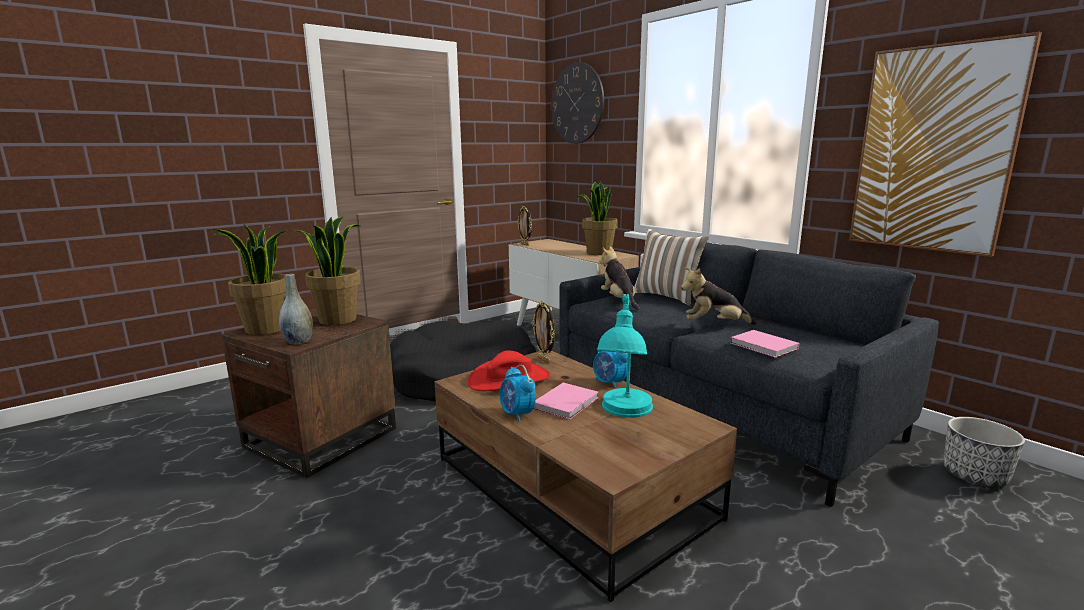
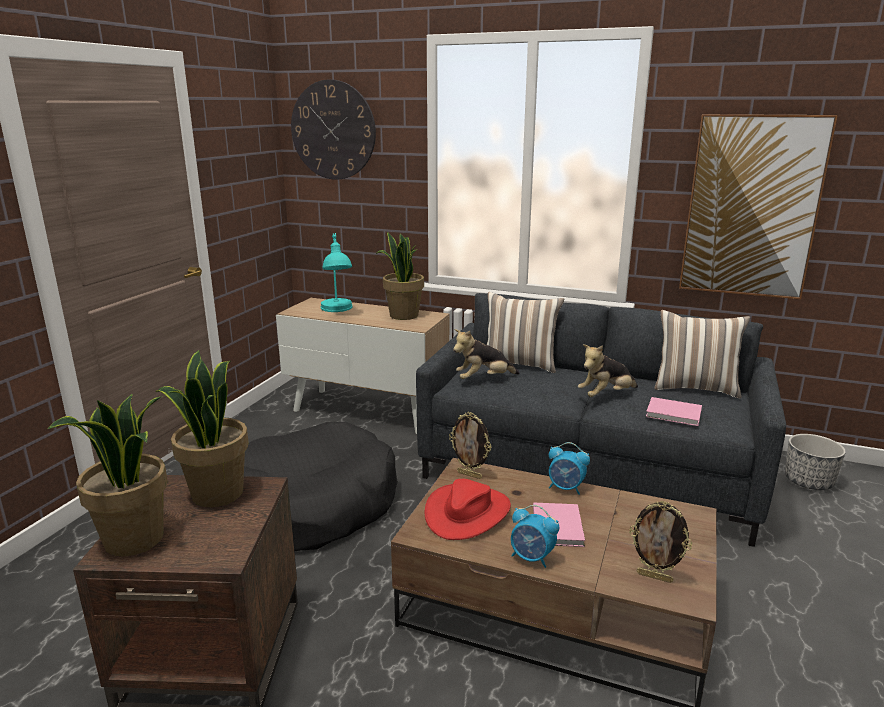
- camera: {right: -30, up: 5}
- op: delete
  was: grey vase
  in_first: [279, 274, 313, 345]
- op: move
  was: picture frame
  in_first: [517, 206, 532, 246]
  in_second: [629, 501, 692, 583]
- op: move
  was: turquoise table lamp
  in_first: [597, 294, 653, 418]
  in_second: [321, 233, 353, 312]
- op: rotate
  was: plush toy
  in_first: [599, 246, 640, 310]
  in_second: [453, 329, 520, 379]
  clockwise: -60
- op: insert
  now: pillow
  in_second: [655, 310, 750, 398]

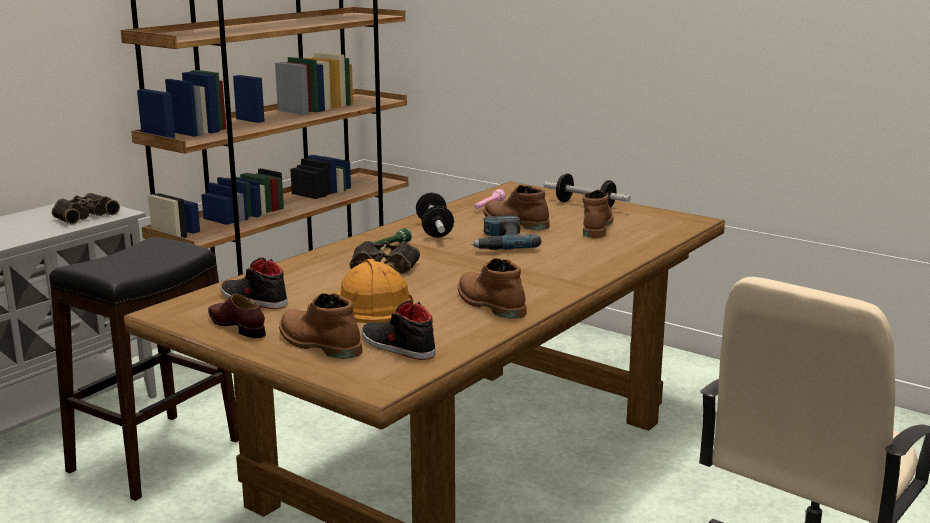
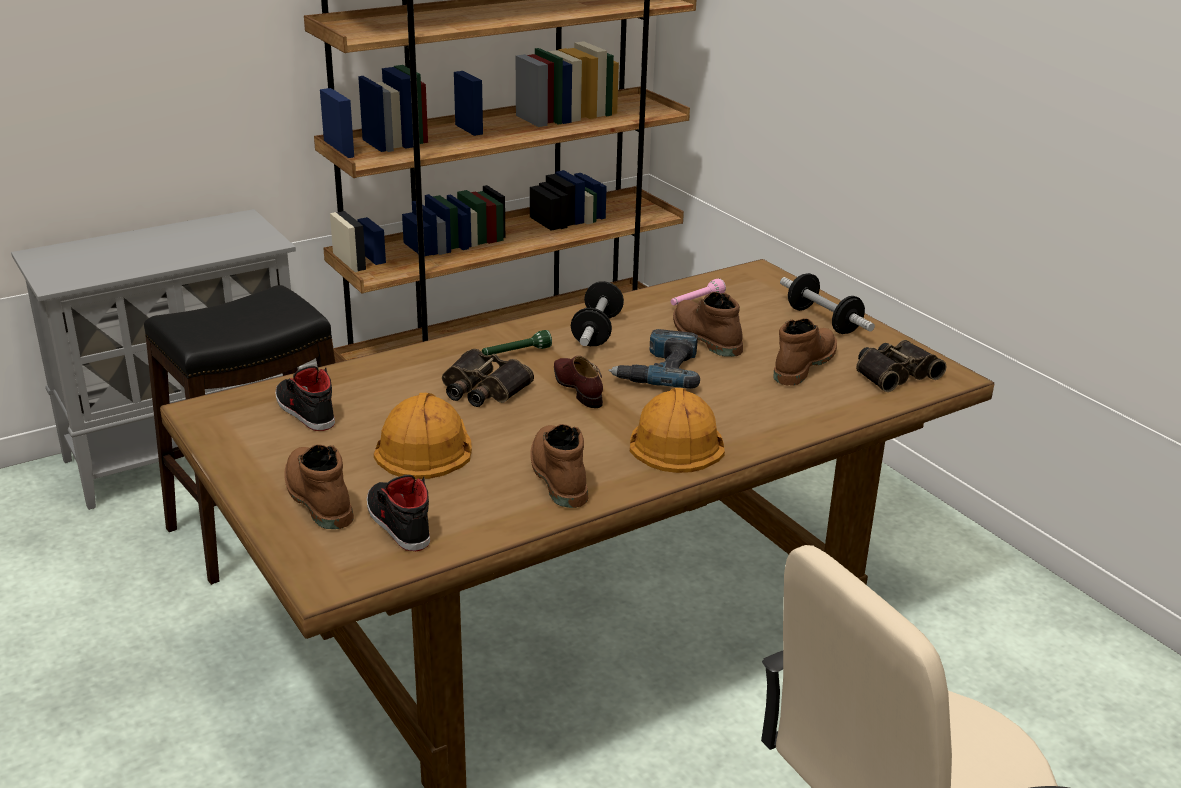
- camera: {right: 20, up: 10}
- op: move
  was: binoculars
  in_first: [52, 193, 120, 225]
  in_second: [856, 340, 947, 392]
- op: move
  was: brown shoe
  in_first: [208, 294, 266, 338]
  in_second: [554, 356, 603, 408]
- op: insert
  now: orange hard hat
  in_second: [630, 388, 725, 473]

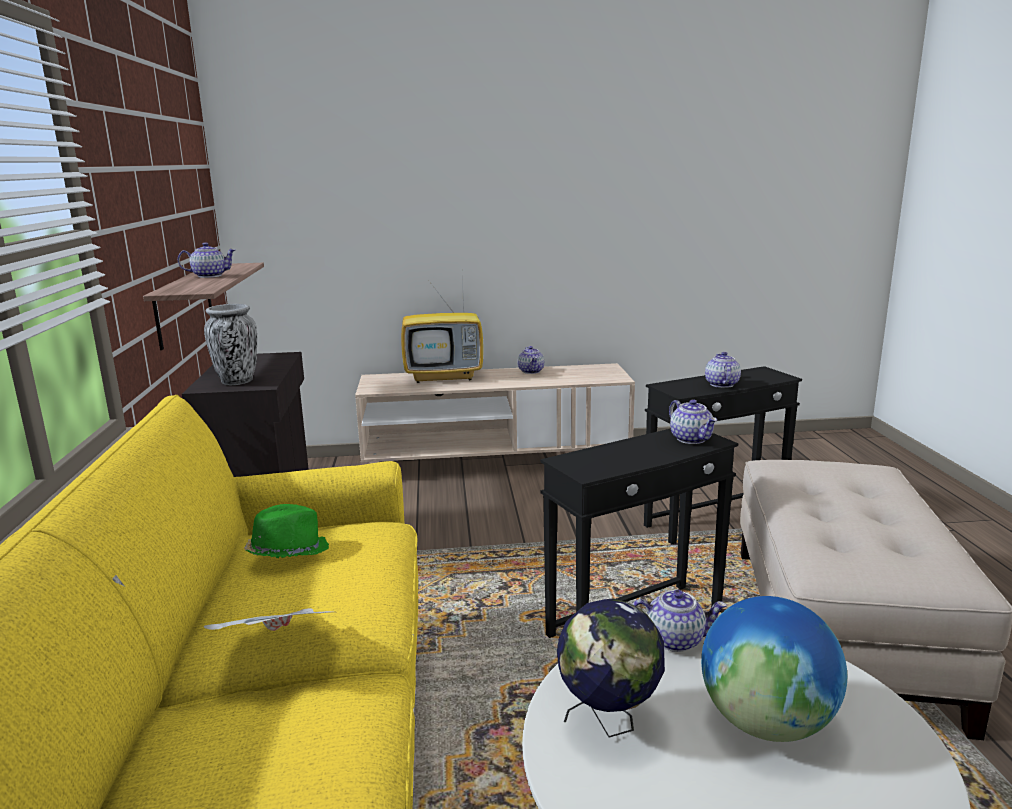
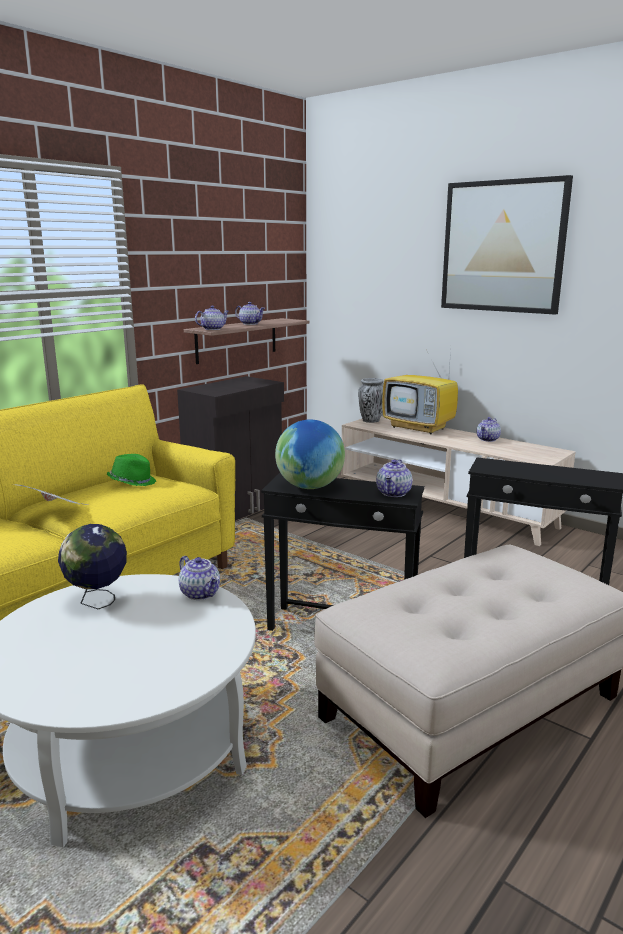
- camera: {right: 45, up: 0}
- op: move
  was: vase
  in_first: [204, 304, 257, 385]
  in_second: [358, 378, 384, 423]
- op: move
  was: globe
  in_first: [701, 596, 847, 742]
  in_second: [275, 420, 345, 489]
- op: move
  was: teapot
  in_first: [705, 352, 741, 388]
  in_second: [195, 306, 229, 330]
- op: insert
  now: picture
  in_second: [441, 175, 573, 314]

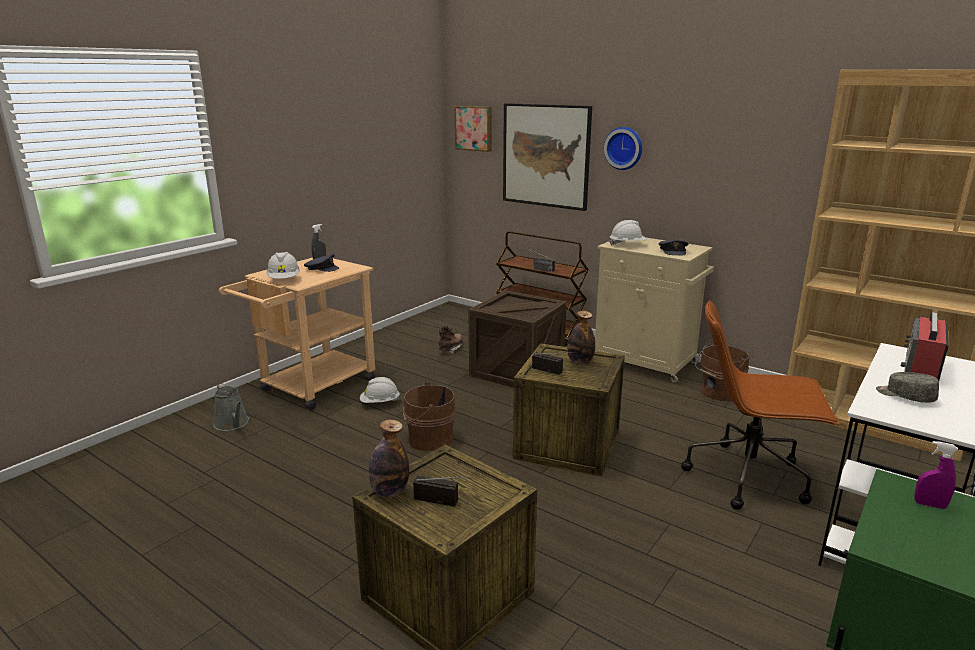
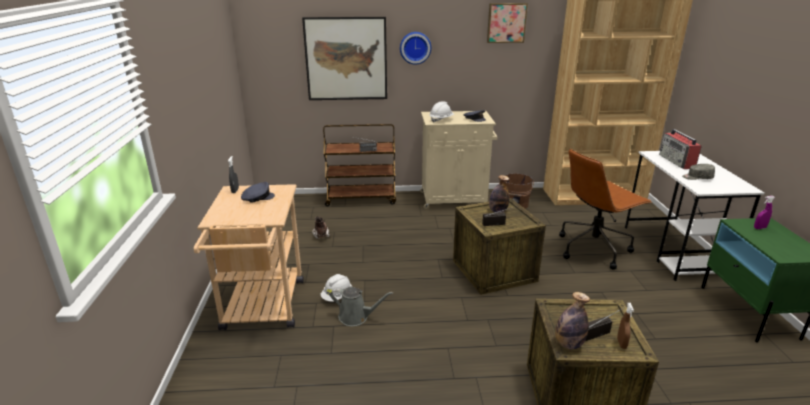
- camera: {right: -40, up: 5}
- op: move
  was: grey watering can
  in_first: [214, 383, 249, 431]
  in_second: [330, 287, 393, 326]
- op: delete
  was: white hard hat
  in_first: [267, 252, 300, 279]
- op: delete
  was: brown bucket
  in_first: [403, 382, 456, 451]
- op: move
  was: picture
  in_first: [454, 106, 492, 152]
  in_second: [487, 3, 528, 43]
- op: delete
  was: crate
  in_first: [468, 290, 567, 388]
- op: insert
  now: brown spray bottle
  in_second: [617, 303, 634, 349]

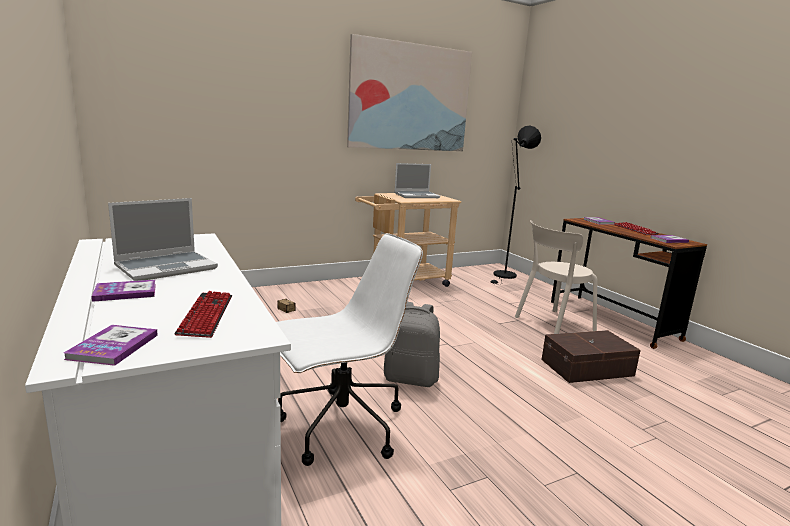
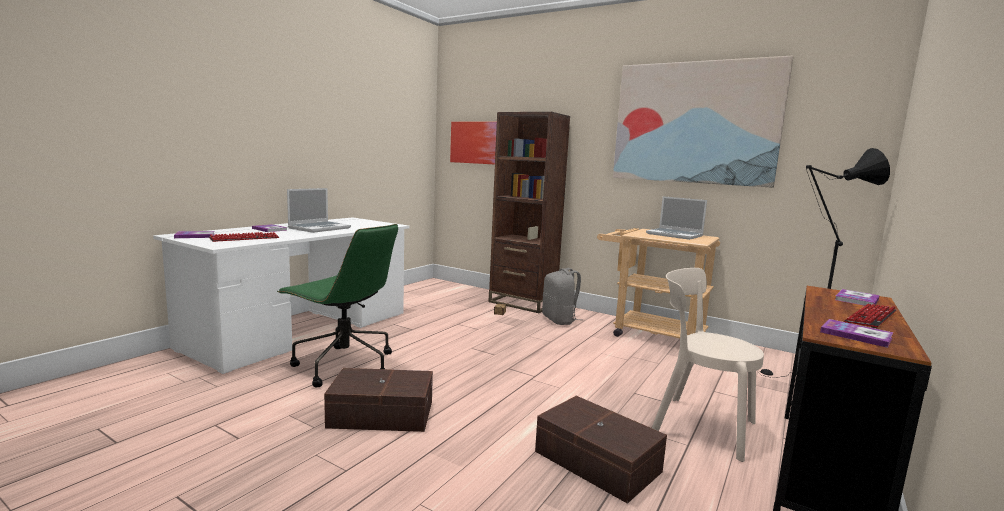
- camera: {right: 60, up: -5}
- op: rotate
  was: laptop
  in_first: [108, 198, 218, 281]
  in_second: [287, 188, 351, 233]
  clockwise: -75
- op: recolor
  was: white office chair
  now: green office chair
  in_first: [276, 233, 423, 466]
  in_second: [277, 224, 398, 387]
- op: move
  was: grey backpack
  in_first: [384, 302, 440, 387]
  in_second: [542, 268, 582, 325]
- op: insert
  now: brown storage box
  in_second: [324, 368, 433, 432]
- op: insert
  now: picture
  in_second: [450, 122, 497, 165]
- op: insert
  now: brown bookcase
  in_second: [488, 112, 570, 313]

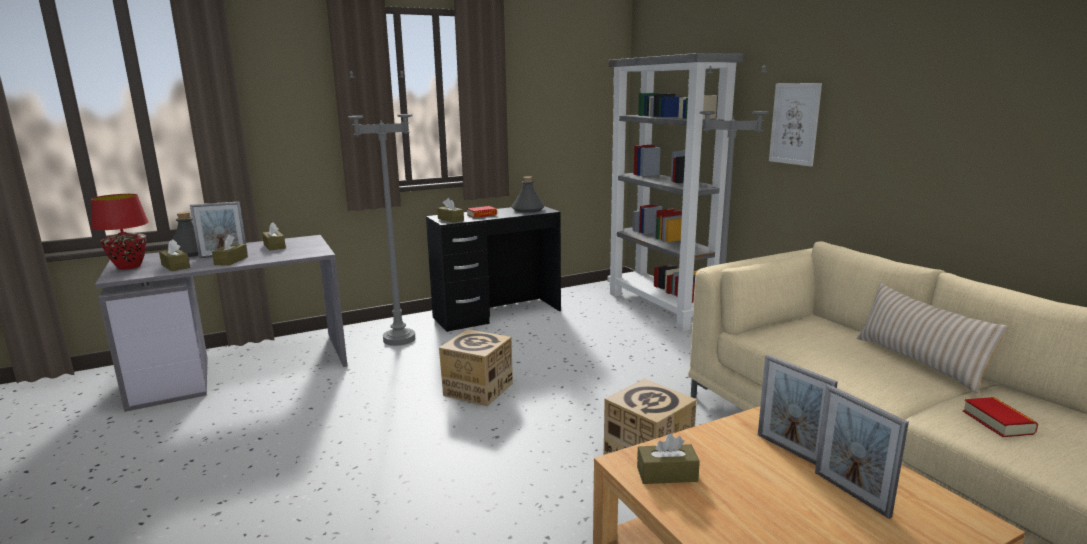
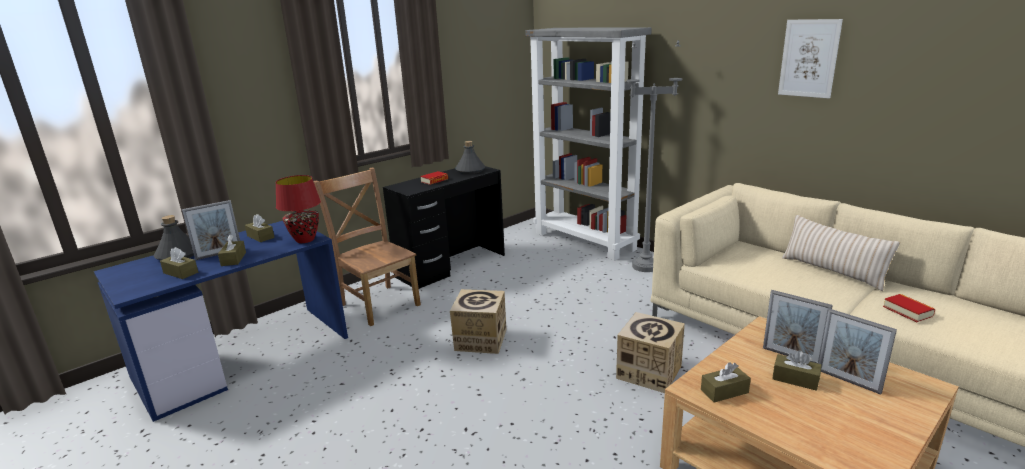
- camera: {right: -15, up: 5}
- op: move
  was: red table lamp
  in_first: [91, 194, 149, 270]
  in_second: [275, 175, 321, 243]
- op: recolor
  was: grey desk
  now: blue desk
  in_first: [95, 235, 348, 412]
  in_second: [94, 221, 348, 422]
- op: replace
  was: grey floor lamp
  now: brown chair
  in_first: [348, 70, 415, 346]
  in_second: [313, 167, 421, 326]
- op: move
  was: brown tissue box
  in_first: [437, 198, 464, 223]
  in_second: [772, 350, 821, 391]
- op: move
  was: picture
  in_first: [769, 83, 822, 167]
  in_second: [778, 19, 843, 98]

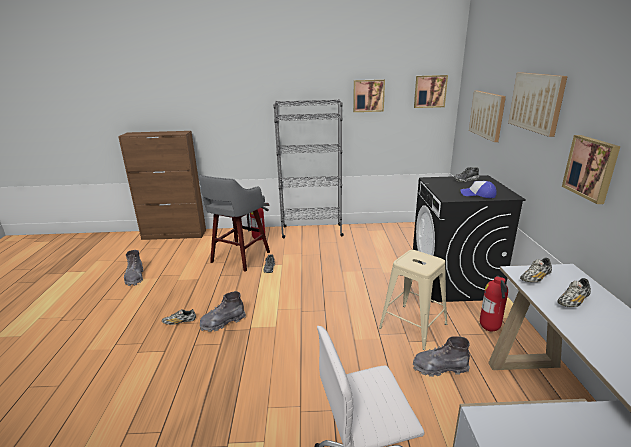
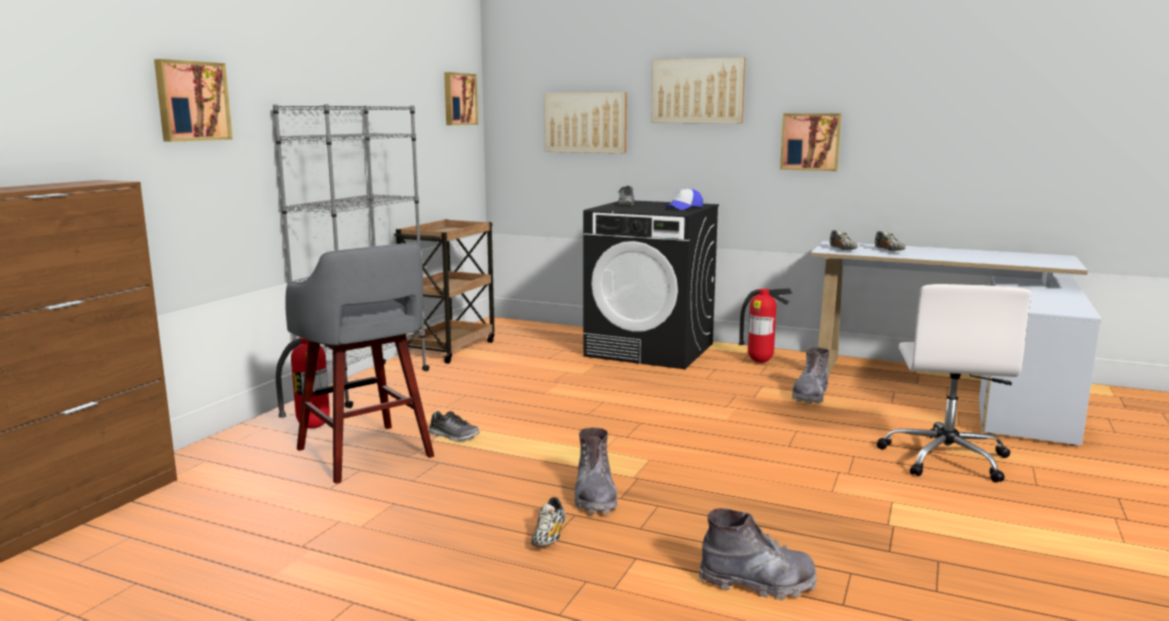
- camera: {right: -65, up: -10}
- op: move
  was: grey boot
  in_first: [124, 250, 143, 286]
  in_second: [699, 508, 817, 600]
- op: move
  was: picture
  in_first: [353, 79, 385, 112]
  in_second: [154, 59, 233, 142]
- op: delete
  was: beige stool
  in_first: [379, 250, 448, 350]
- op: insert
  now: brown cart
  in_second: [394, 219, 495, 364]

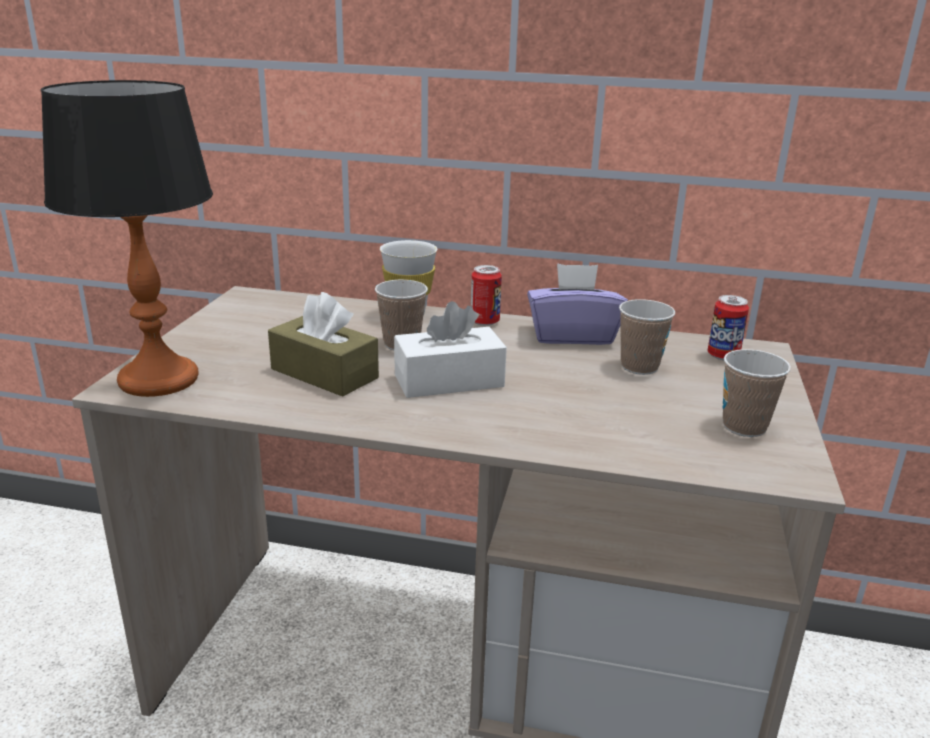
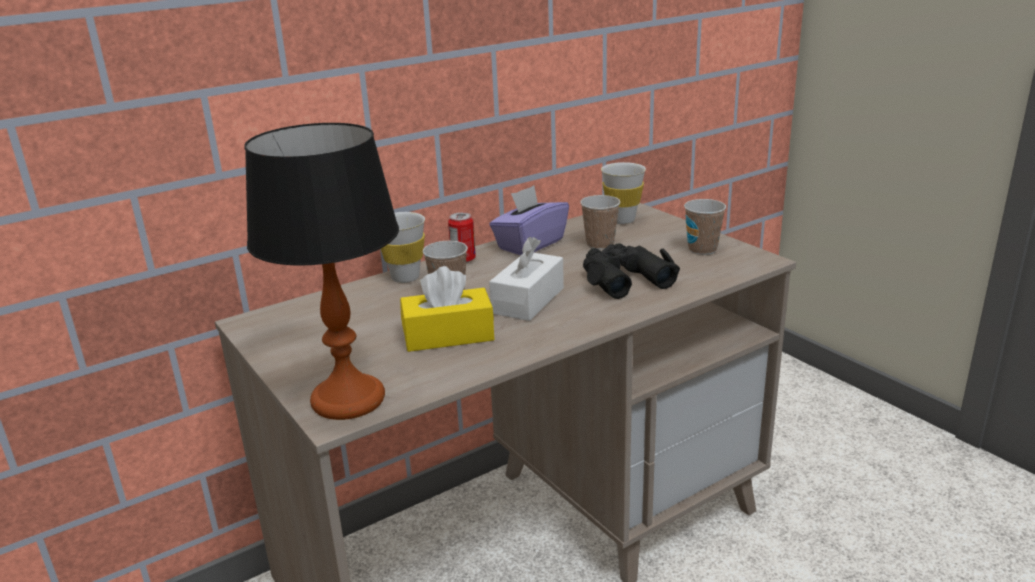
- camera: {right: -45, up: 0}
- op: recolor
  was: brown tissue box
  now: yellow tissue box
  in_first: [268, 292, 379, 397]
  in_second: [400, 266, 494, 352]
- op: replace
  was: can
  now: white cup
  in_first: [707, 295, 749, 360]
  in_second: [601, 162, 646, 224]
- op: insert
  now: black binoculars
  in_second: [583, 243, 680, 299]

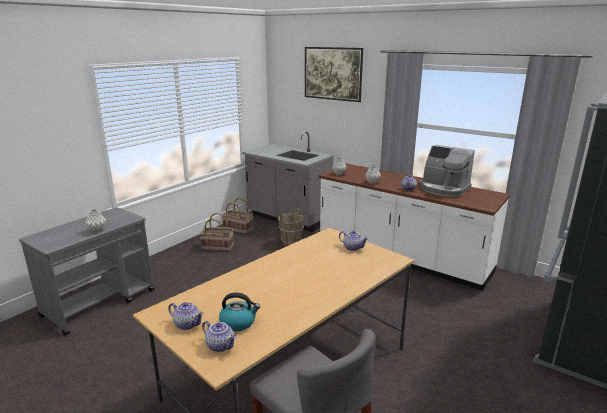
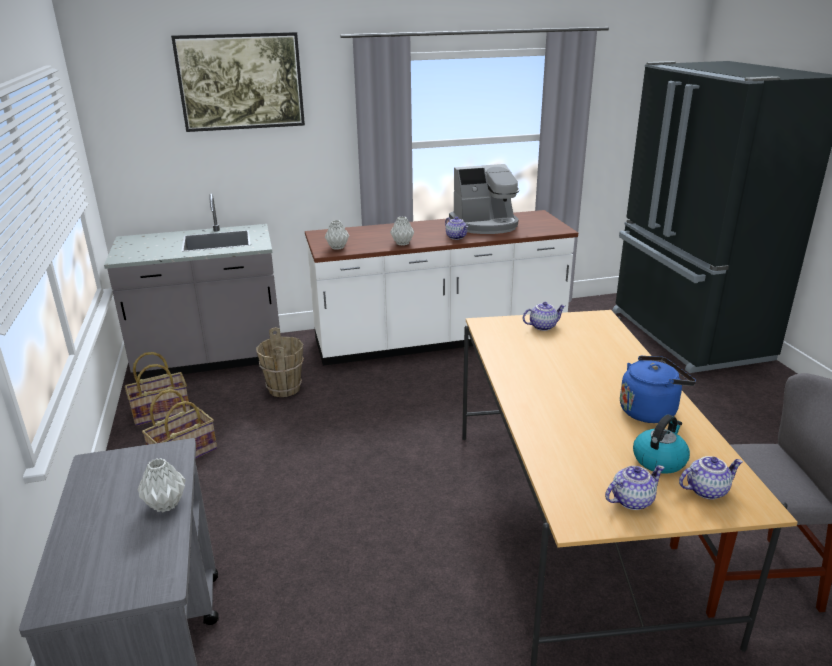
- camera: {right: -50, up: 5}
- op: insert
  now: blue kettle
  in_second: [620, 356, 696, 423]

